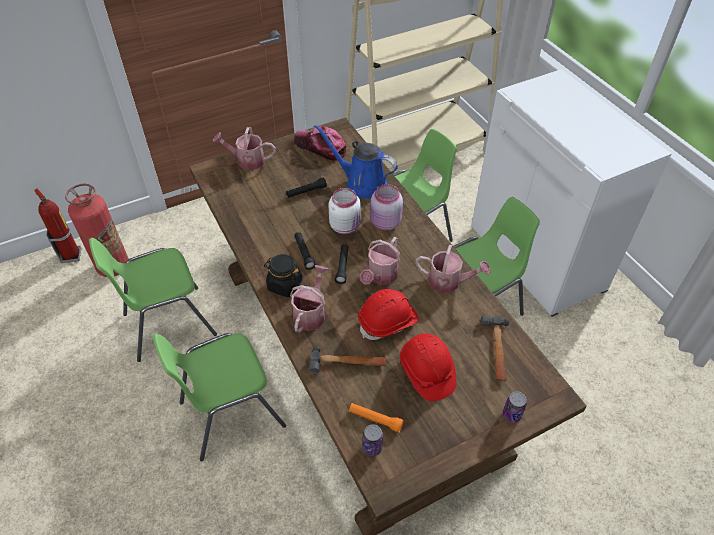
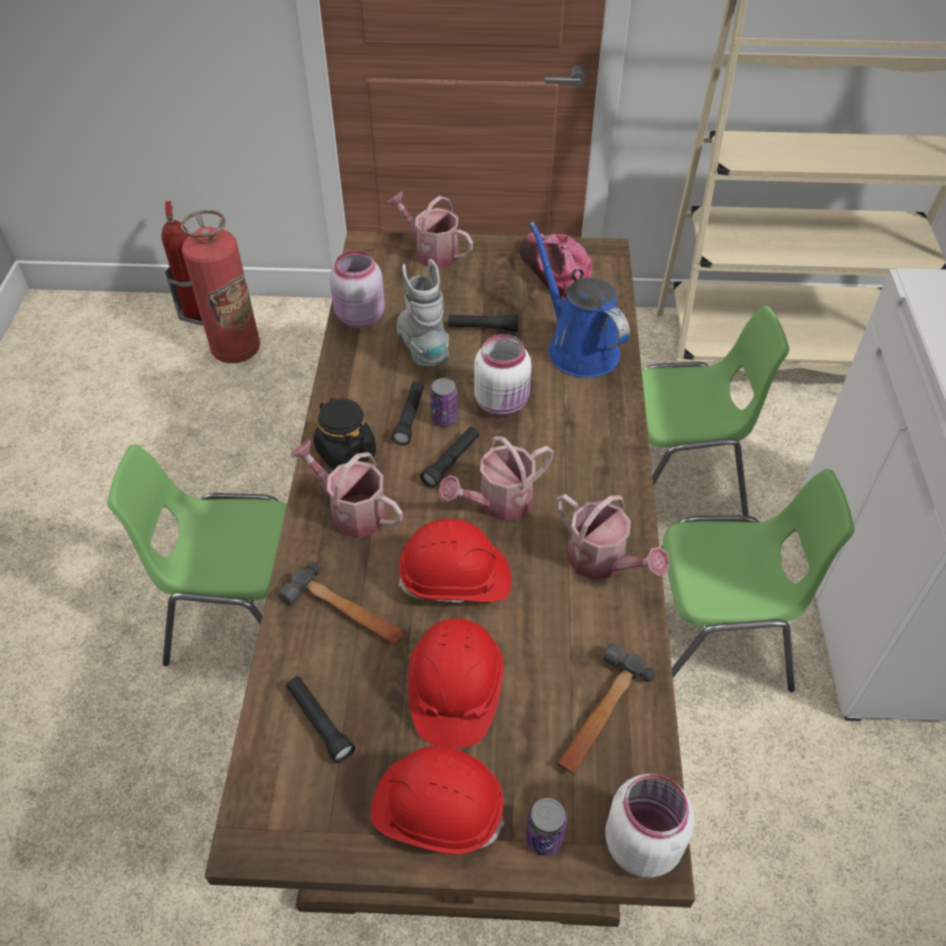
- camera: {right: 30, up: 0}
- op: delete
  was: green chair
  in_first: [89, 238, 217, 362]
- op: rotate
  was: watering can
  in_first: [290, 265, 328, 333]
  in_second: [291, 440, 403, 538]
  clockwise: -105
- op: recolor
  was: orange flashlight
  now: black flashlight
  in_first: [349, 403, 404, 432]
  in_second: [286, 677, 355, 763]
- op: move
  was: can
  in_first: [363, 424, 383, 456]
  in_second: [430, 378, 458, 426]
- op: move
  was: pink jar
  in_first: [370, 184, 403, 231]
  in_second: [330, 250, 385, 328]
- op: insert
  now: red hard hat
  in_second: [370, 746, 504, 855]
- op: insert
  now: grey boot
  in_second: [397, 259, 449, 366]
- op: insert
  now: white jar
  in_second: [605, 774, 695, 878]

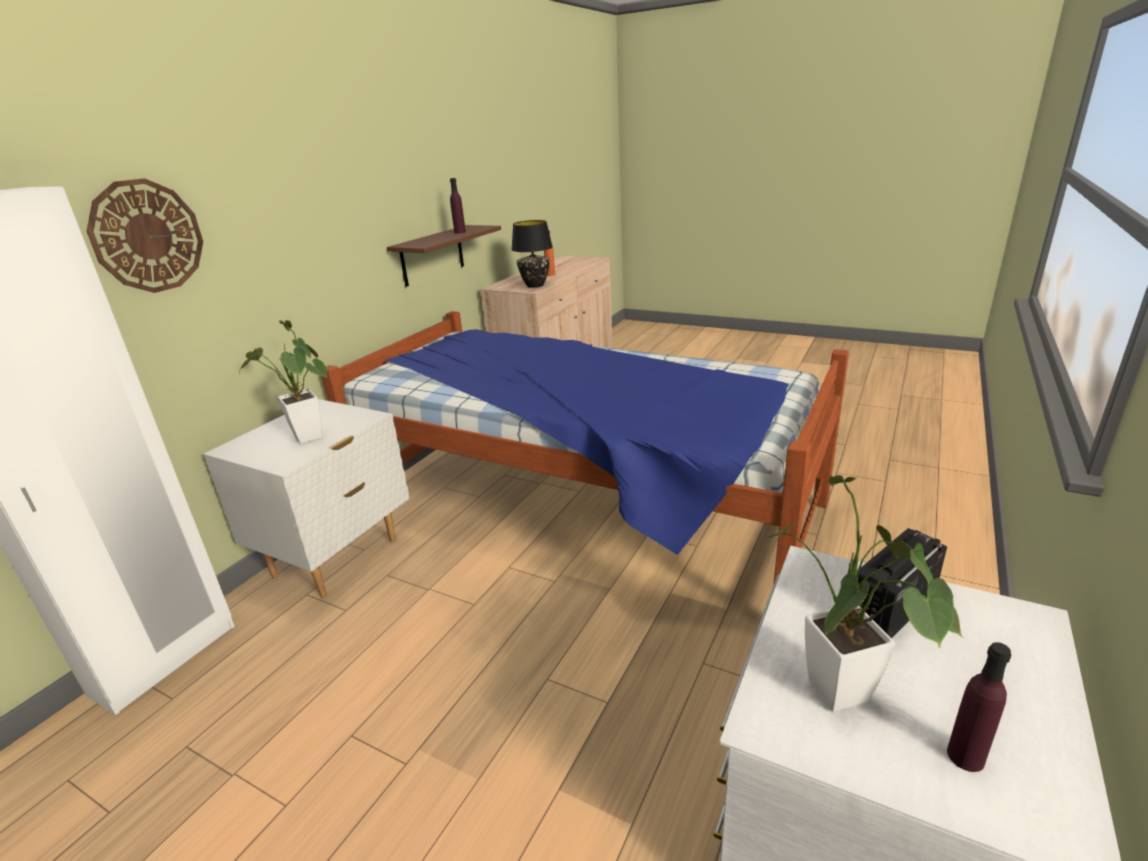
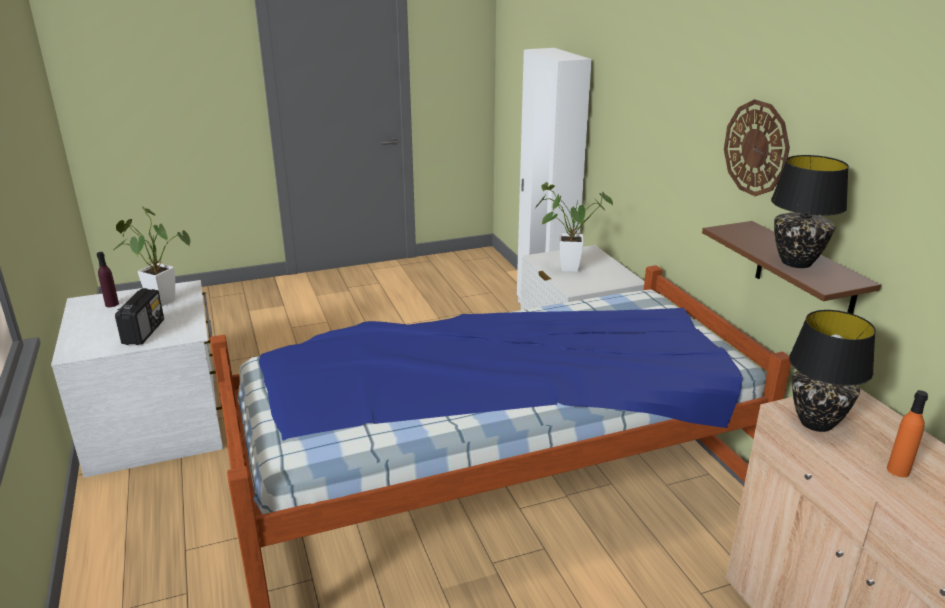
- camera: {right: 130, up: 0}
- op: move
  was: wall clock
  in_first: [87, 178, 203, 293]
  in_second: [724, 99, 790, 196]
- op: replace
  was: purple bottle
  now: black table lamp
  in_first: [450, 178, 466, 234]
  in_second: [771, 155, 849, 268]

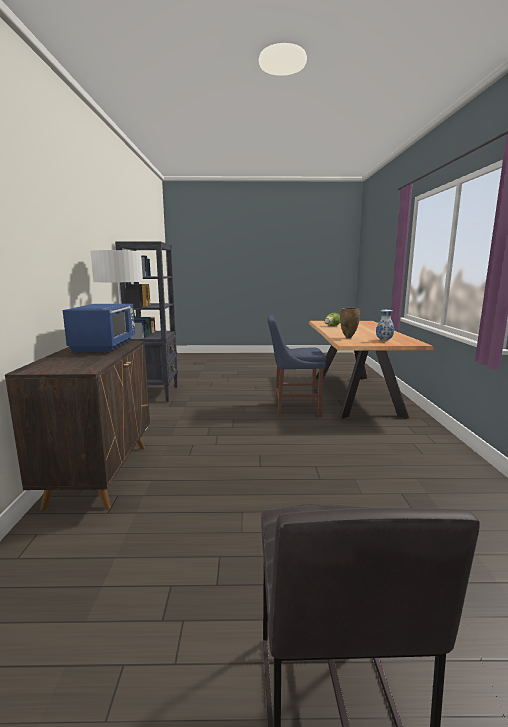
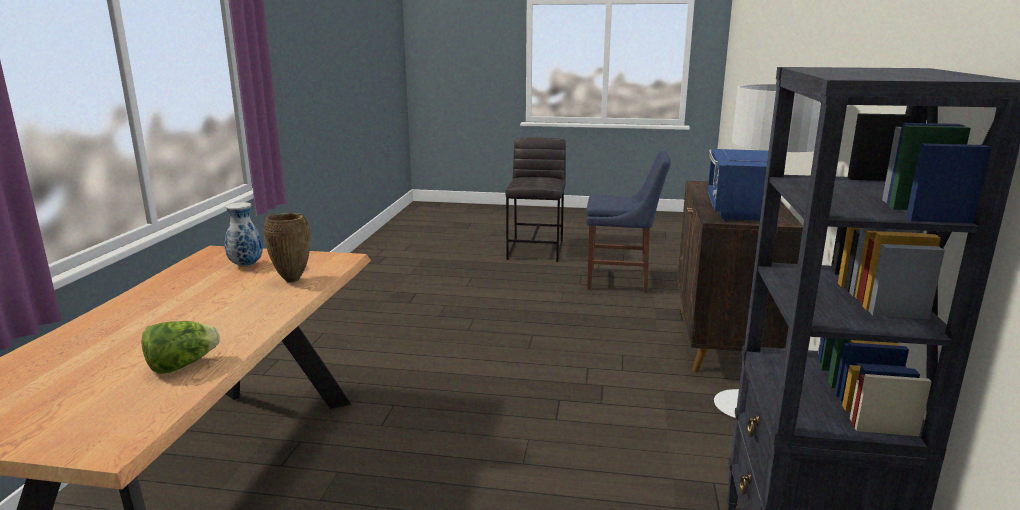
- camera: {right: -170, up: 5}
- op: move
  was: blue chair
  in_first: [267, 315, 326, 416]
  in_second: [586, 151, 671, 293]

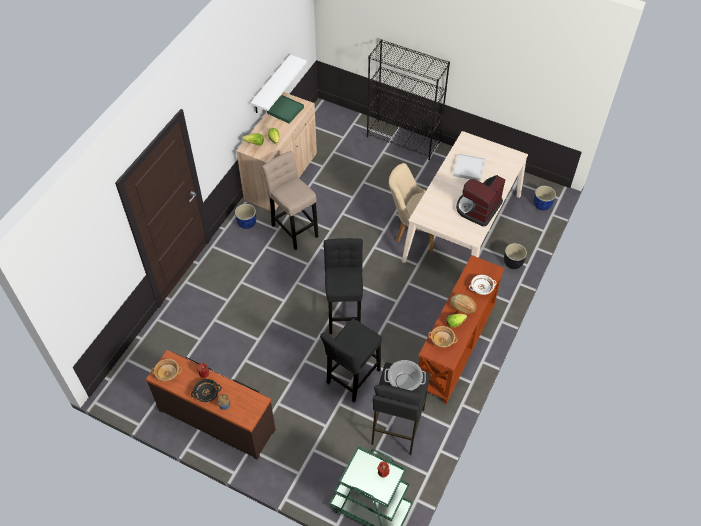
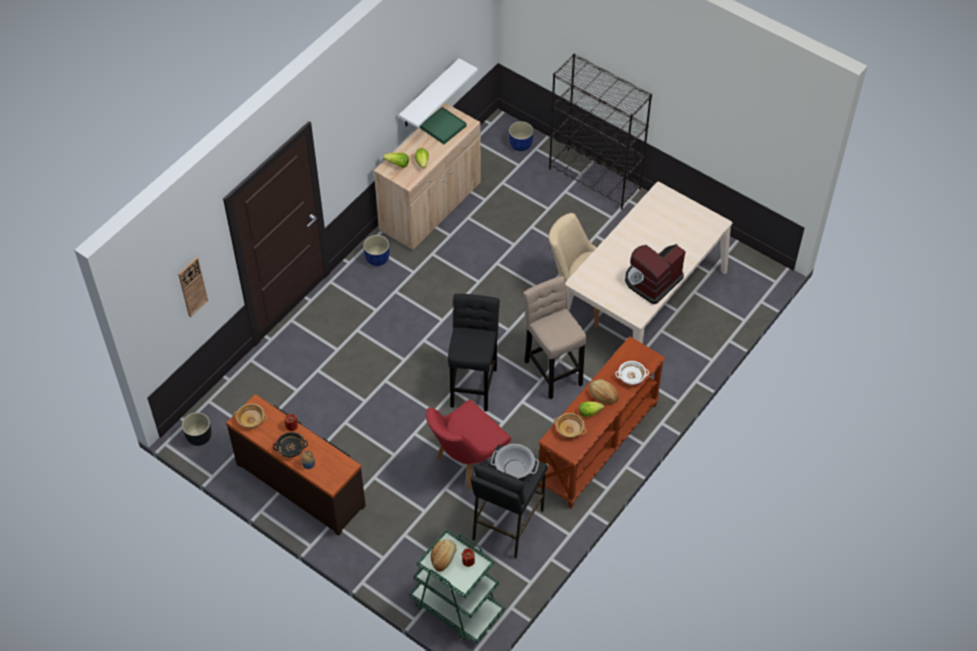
- camera: {right: 10, up: 0}
- op: move
  was: beige stool
  in_first: [262, 151, 319, 250]
  in_second: [523, 276, 586, 399]
- op: replace
  was: black stool
  now: red chair
  in_first: [320, 318, 382, 402]
  in_second: [426, 399, 511, 490]
- op: delete
  was: white tray
  in_first: [453, 154, 485, 181]
- op: move
  was: black planter
  in_first: [504, 243, 527, 269]
  in_second: [182, 412, 212, 446]
- op: move
  was: blue planter
  in_first: [534, 186, 556, 211]
  in_second: [509, 121, 533, 151]
- op: insert
  now: wall clock
  in_second: [178, 257, 208, 317]
- op: insert
  now: bread
  in_second: [430, 539, 456, 572]

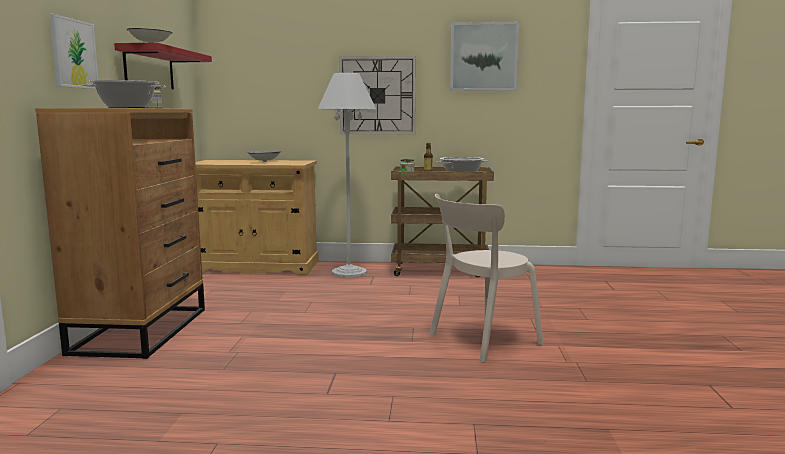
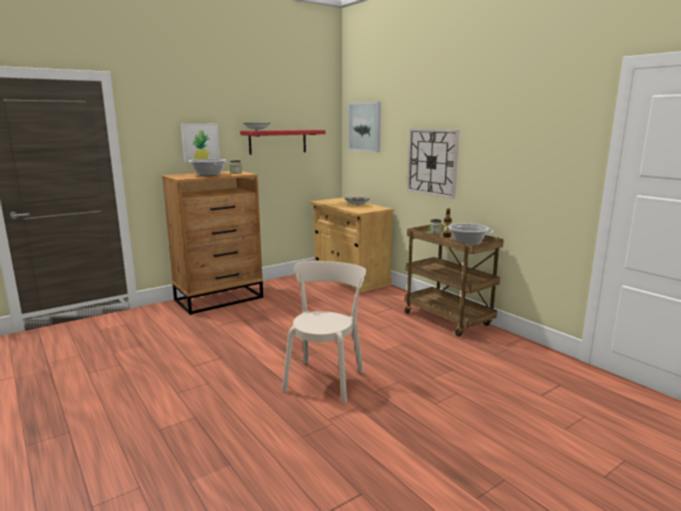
- camera: {right: 50, up: 5}
- op: delete
  was: white floor lamp
  in_first: [318, 73, 376, 278]
- op: rotate
  was: beige chair
  in_first: [429, 194, 543, 362]
  in_second: [282, 261, 366, 403]
  clockwise: 90
- op: move
  was: picture
  in_first: [450, 22, 519, 91]
  in_second: [348, 102, 381, 153]

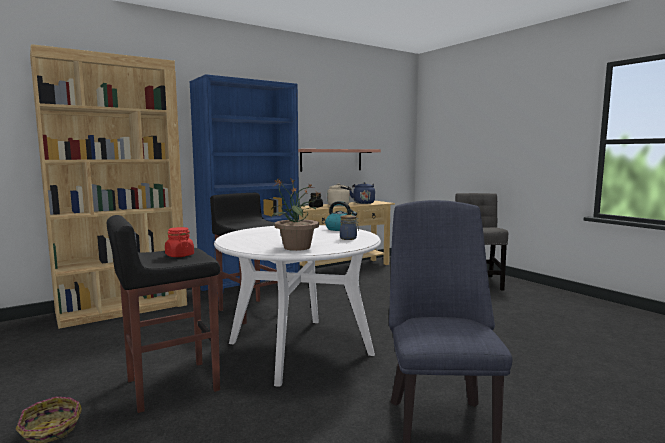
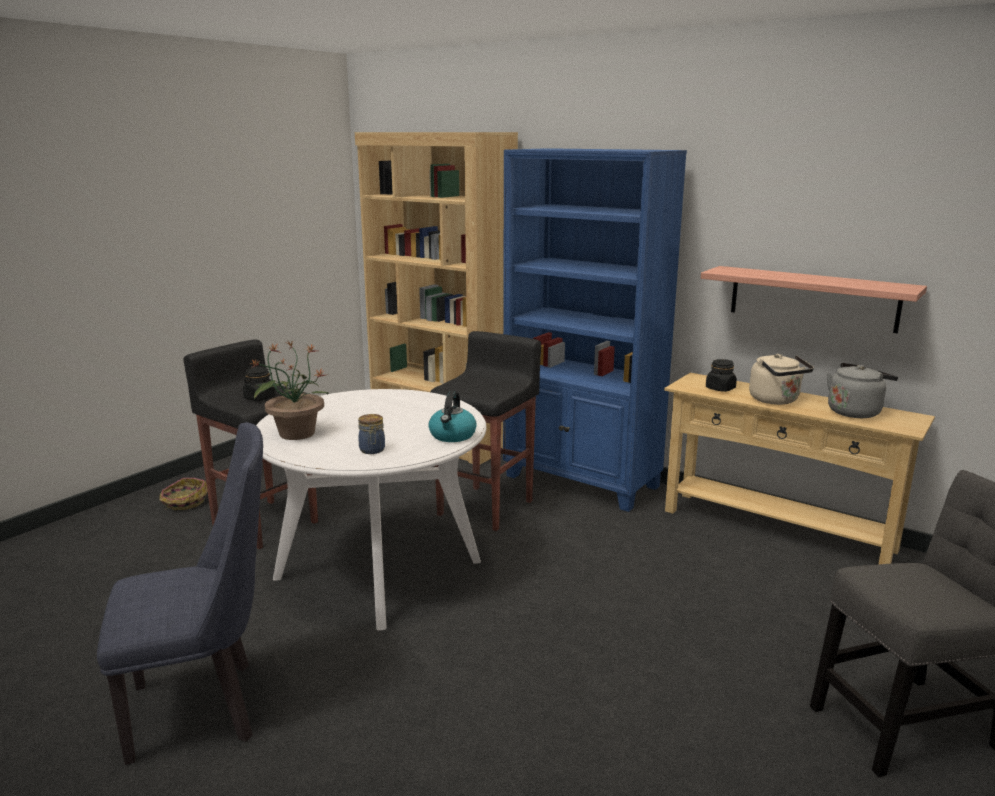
- camera: {right: 70, up: 10}
- op: recolor
  was: red jar
  now: black jar
  in_first: [165, 227, 194, 257]
  in_second: [243, 367, 276, 401]
- op: recolor
  was: blue kettle
  now: grey kettle
  in_first: [349, 182, 375, 204]
  in_second: [827, 363, 898, 418]

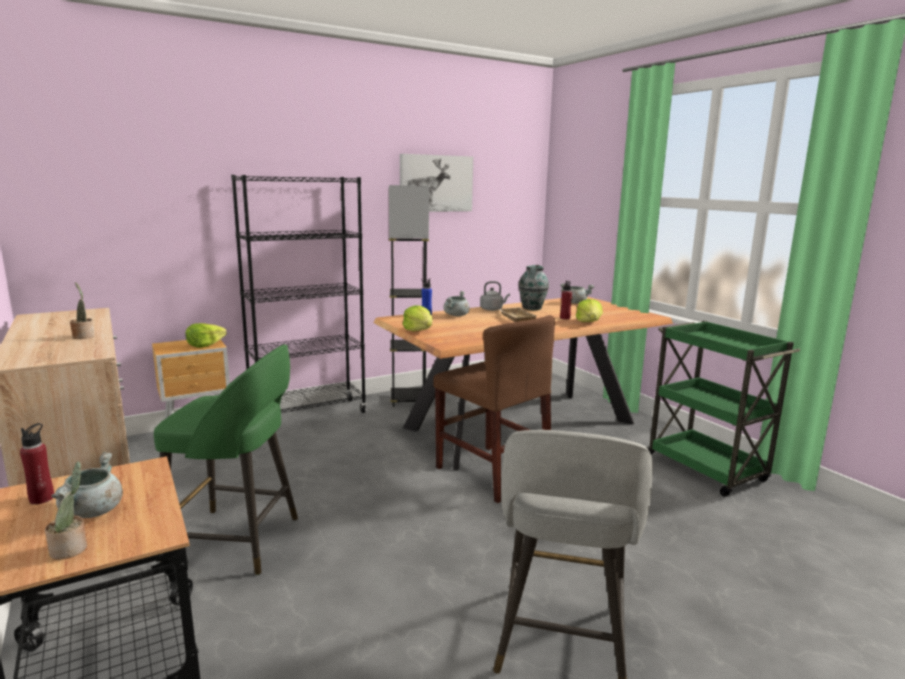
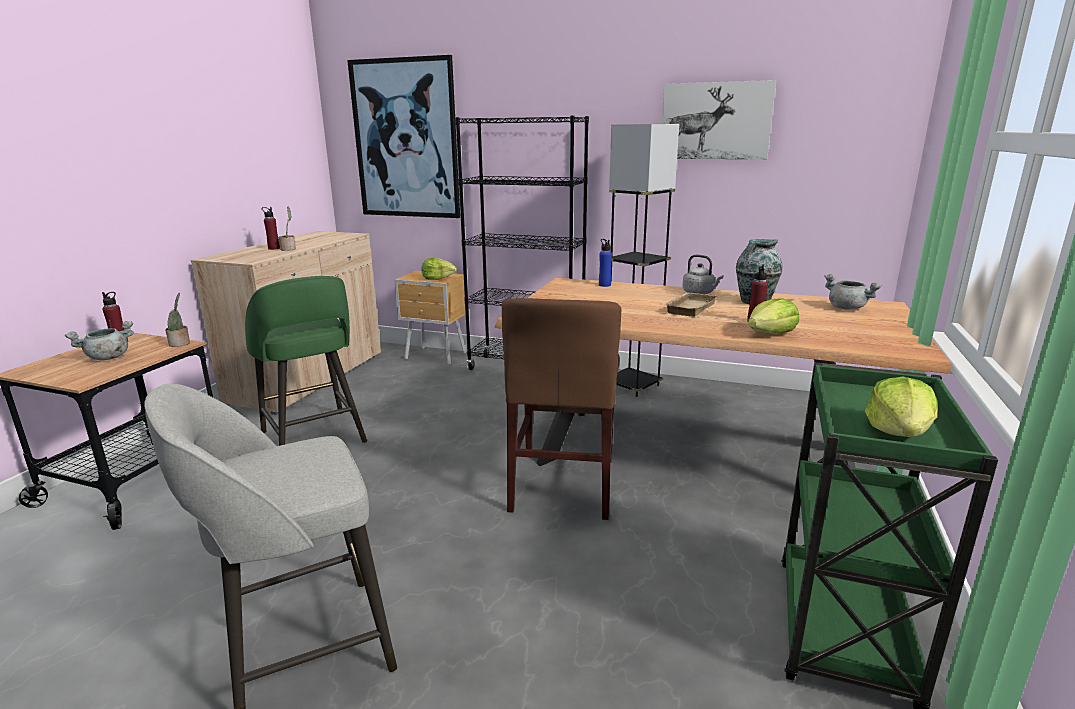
- camera: {right: 50, up: 5}
- op: move
  was: potted plant
  in_first: [45, 461, 87, 560]
  in_second: [165, 293, 190, 347]
- op: move
  was: lettuce
  in_first: [403, 305, 433, 331]
  in_second: [865, 377, 938, 438]
- op: delete
  was: grey cooking pot
  in_first: [443, 291, 470, 316]
- op: insert
  now: red bottle
  in_second: [262, 207, 280, 250]
- op: insert
  now: picture
  in_second: [347, 55, 460, 218]

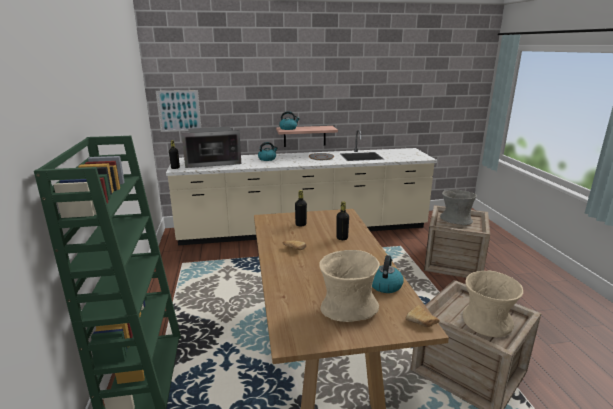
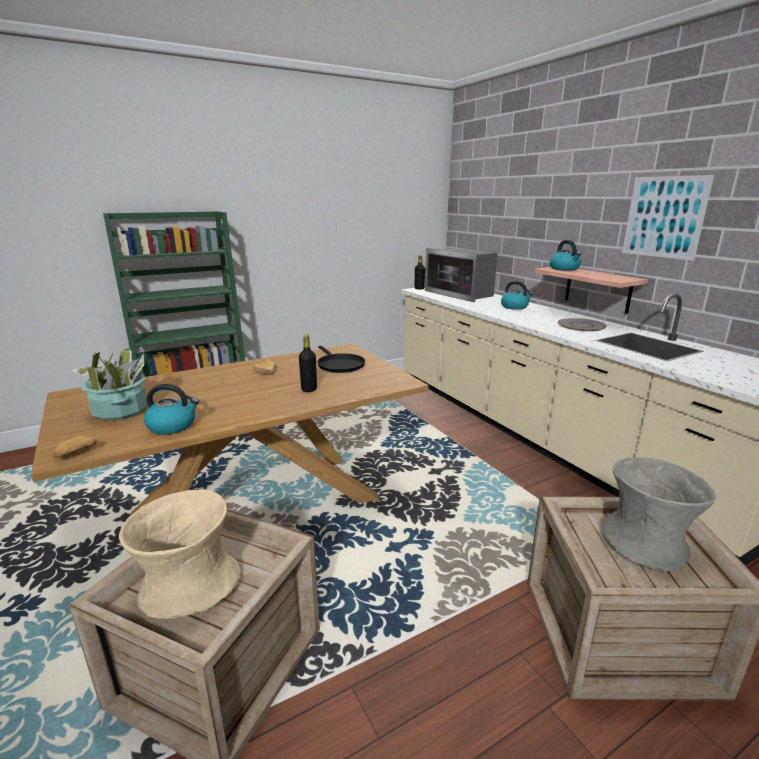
- camera: {right: 70, up: 0}
- op: move
  was: picture
  in_first: [156, 90, 201, 132]
  in_second: [622, 175, 714, 261]
- op: replace
  was: black bottle
  now: black frying pan
  in_first: [295, 190, 307, 226]
  in_second: [317, 346, 365, 373]
- op: replace
  was: beige vase
  now: potted plant
  in_first: [319, 250, 380, 322]
  in_second: [72, 348, 148, 421]

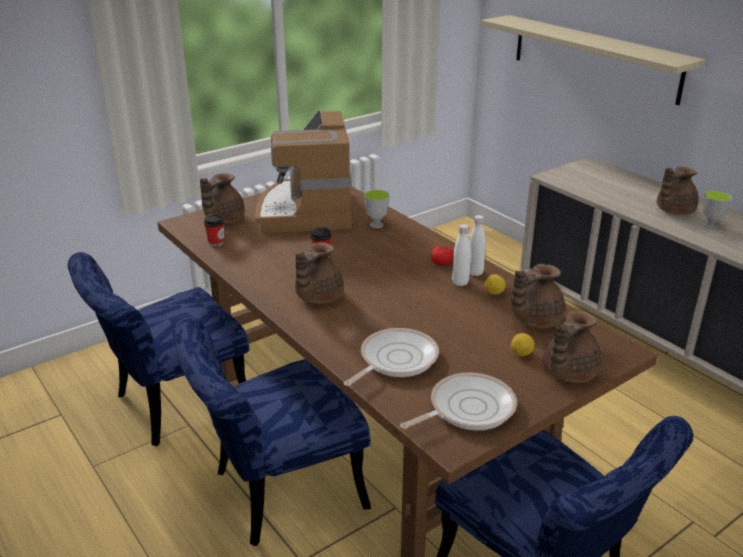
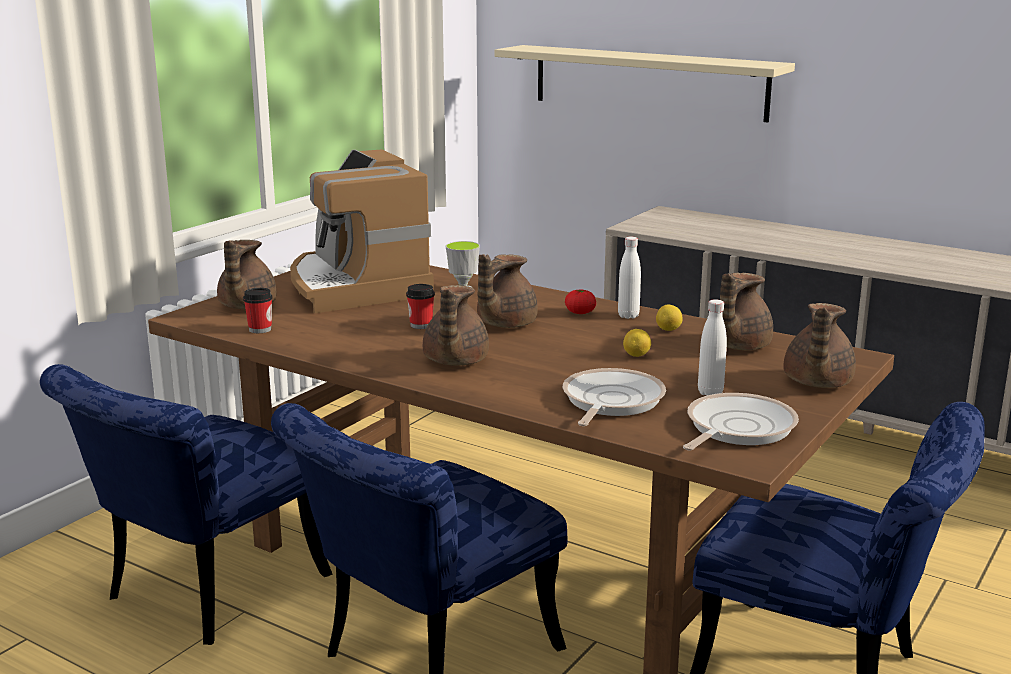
- camera: {right: -20, up: -10}
- op: move
  was: white bottle
  in_first: [452, 224, 471, 286]
  in_second: [698, 299, 727, 396]
- op: move
  was: lemon
  in_first: [511, 333, 535, 356]
  in_second: [623, 329, 651, 357]
- op: move
  was: brown teapot
  in_first: [657, 166, 699, 215]
  in_second: [477, 254, 538, 328]
- op: delete
  was: cup
  in_first: [703, 191, 731, 229]

